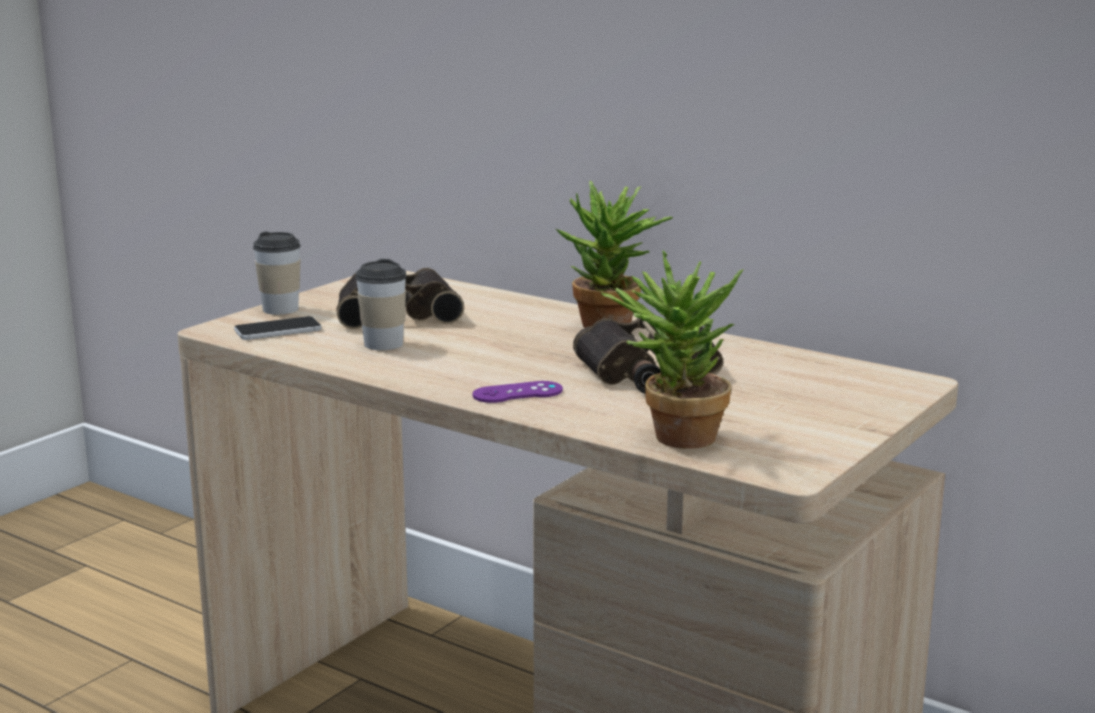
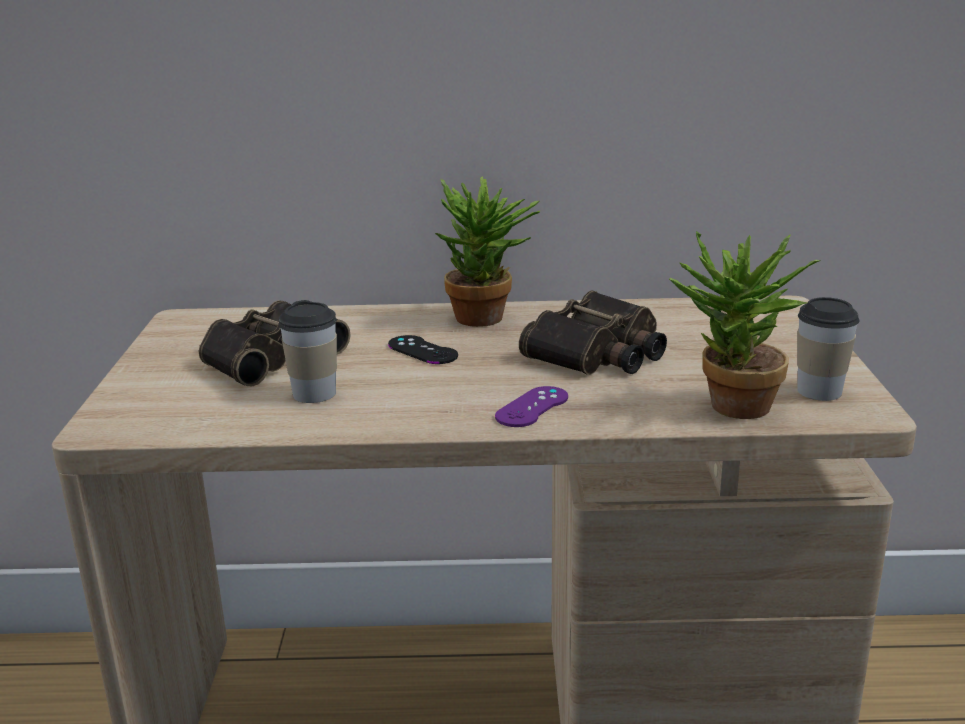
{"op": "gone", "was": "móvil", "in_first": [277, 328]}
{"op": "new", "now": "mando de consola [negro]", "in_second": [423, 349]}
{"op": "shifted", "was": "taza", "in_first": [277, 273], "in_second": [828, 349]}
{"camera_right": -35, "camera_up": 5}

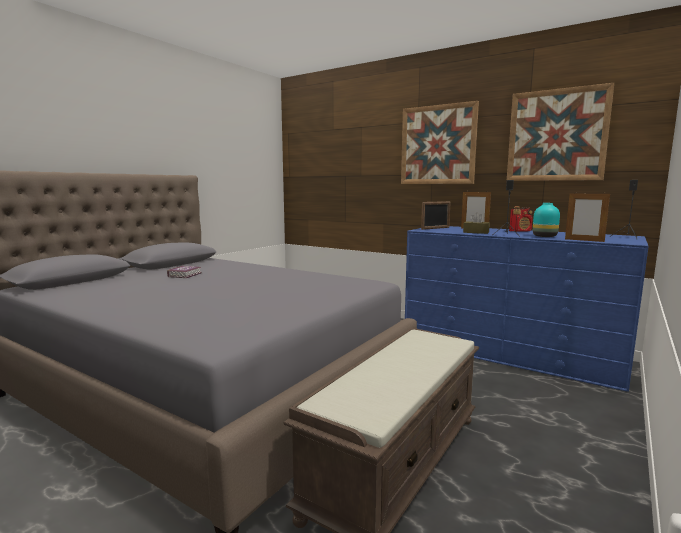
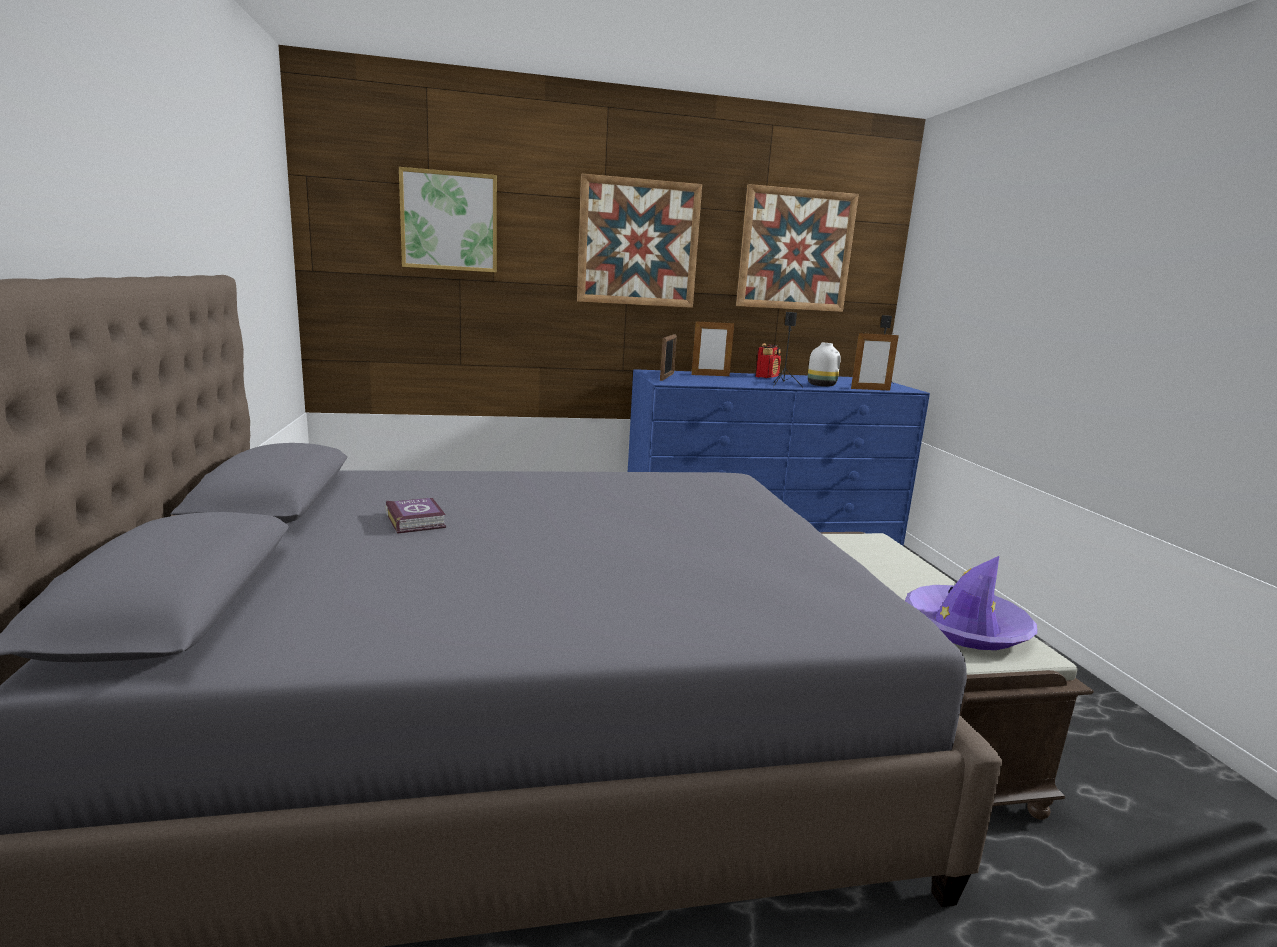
{"op": "gone", "was": "caja de pañuelos [marrón]", "in_first": [476, 223]}
{"op": "new", "now": "cuadro", "in_second": [448, 219]}
{"op": "new", "now": "sombrero [morado]", "in_second": [971, 603]}
{"op": "repainted", "was": "florero [turquesa]", "now": "florero [blanco]", "in_first": [546, 220], "in_second": [824, 365]}
{"camera_right": -45, "camera_up": 5}

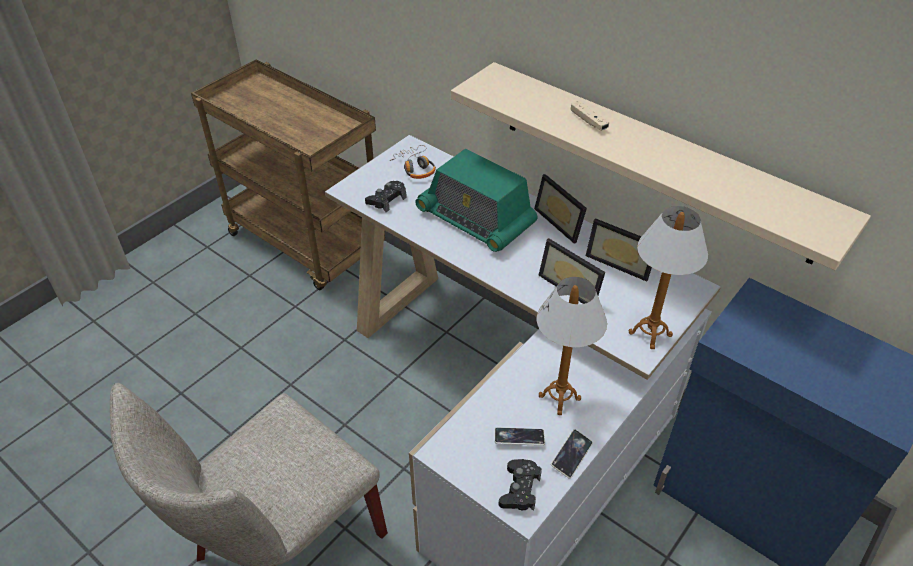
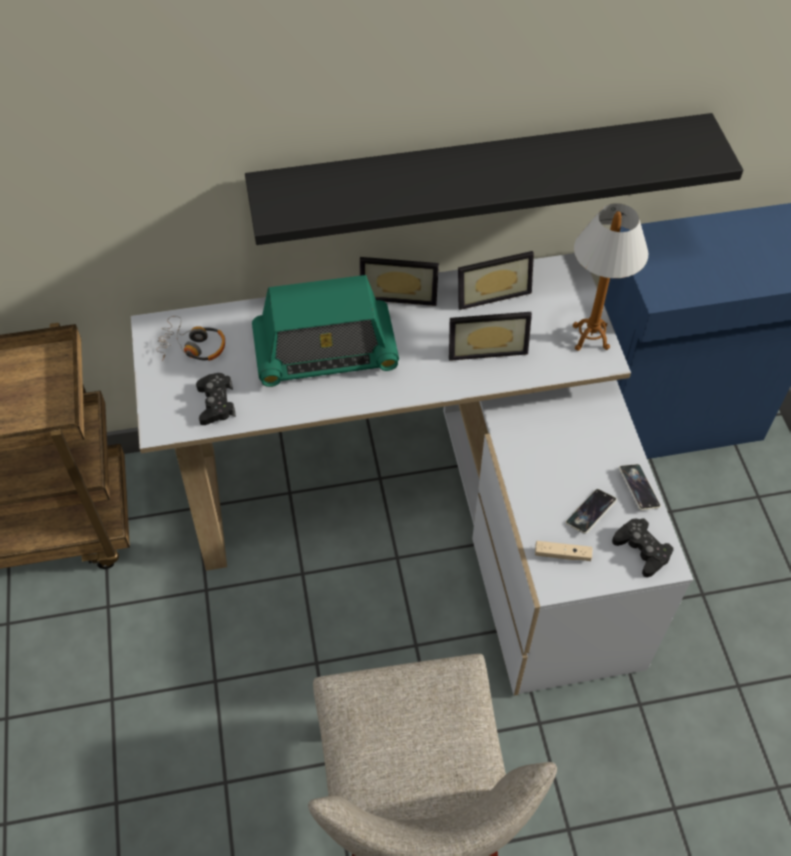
{"op": "gone", "was": "lámpara de mesa", "in_first": [572, 346]}
{"op": "shifted", "was": "mando de consola [beis]", "in_first": [590, 116], "in_second": [563, 551]}
{"op": "repainted", "was": "estante [beis]", "now": "estante [negro]", "in_first": [661, 166], "in_second": [494, 179]}
{"camera_right": -50, "camera_up": 10}

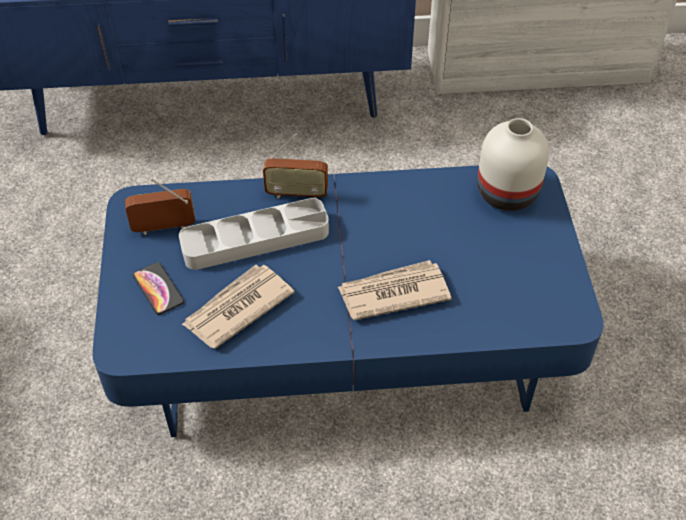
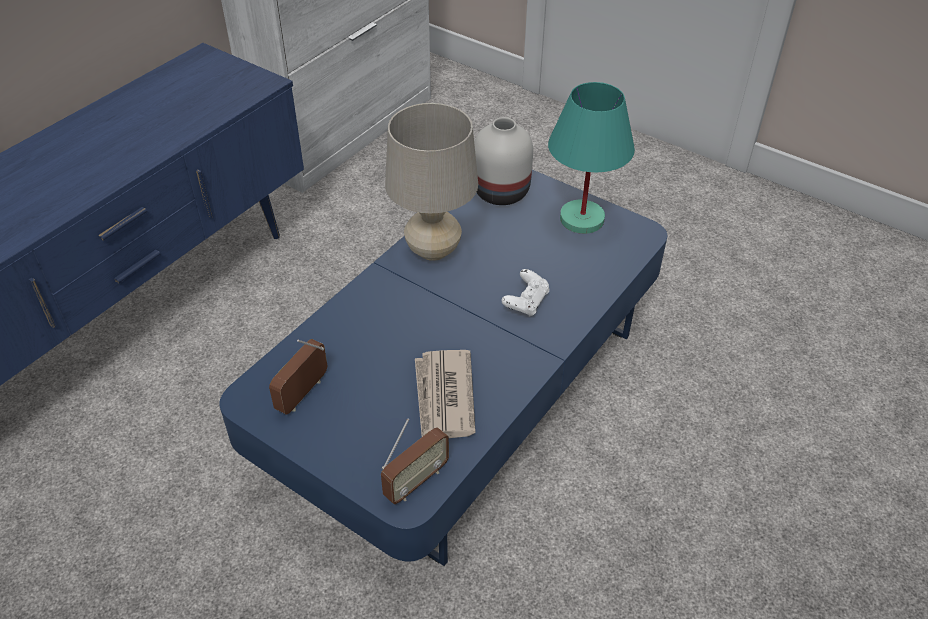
{"op": "gone", "was": "móvil", "in_first": [158, 288]}
{"op": "gone", "was": "bandeja [gris]", "in_first": [254, 234]}
{"op": "new", "now": "lámpara de mesa [beis]", "in_second": [431, 182]}
{"op": "new", "now": "lámpara de mesa [turquesa]", "in_second": [591, 158]}
{"op": "shifted", "was": "radio", "in_first": [295, 166], "in_second": [415, 461]}
{"op": "swapped", "was": "periódico", "now": "mando de consola [blanco]", "in_first": [395, 290], "in_second": [525, 293]}
{"camera_right": -50, "camera_up": -5}

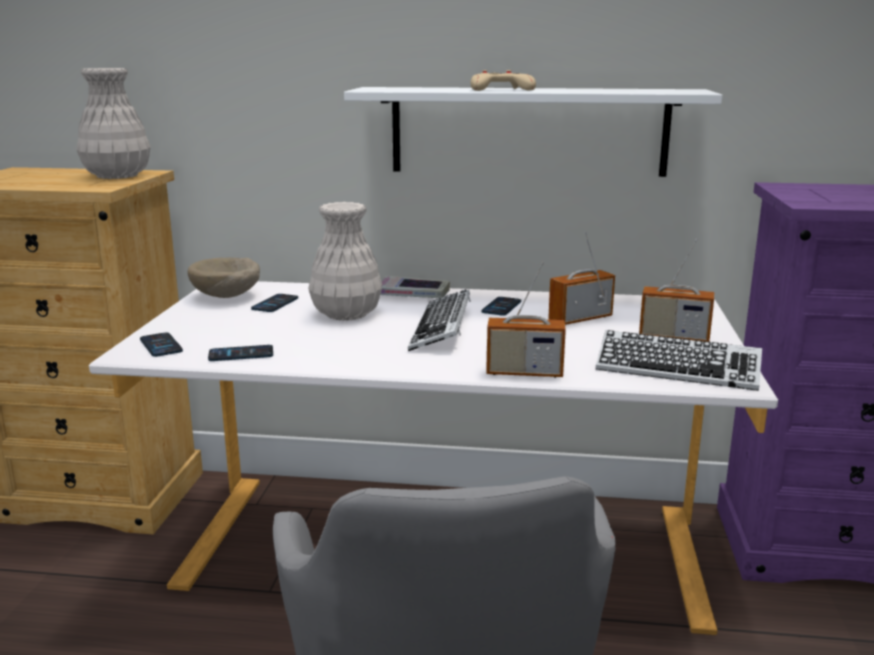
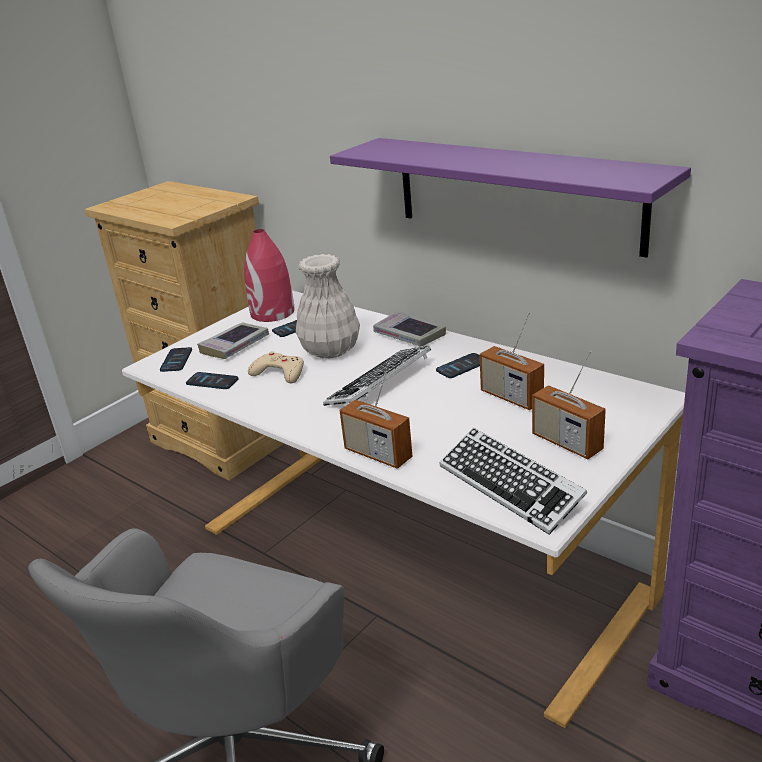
{"op": "gone", "was": "florero [blanco]", "in_first": [114, 123]}
{"op": "new", "now": "libro", "in_second": [233, 340]}
{"op": "shifted", "was": "mando de consola [beis]", "in_first": [503, 80], "in_second": [276, 367]}
{"op": "swapped", "was": "cuenco [beis]", "now": "florero [rojo]", "in_first": [224, 278], "in_second": [269, 275]}
{"op": "repainted", "was": "estante [blanco]", "now": "estante [morado]", "in_first": [533, 132], "in_second": [510, 198]}
{"op": "rotated", "was": "radio", "in_first": [581, 278], "in_second": [512, 361], "clockwise": -135}
{"camera_right": 35, "camera_up": 10}

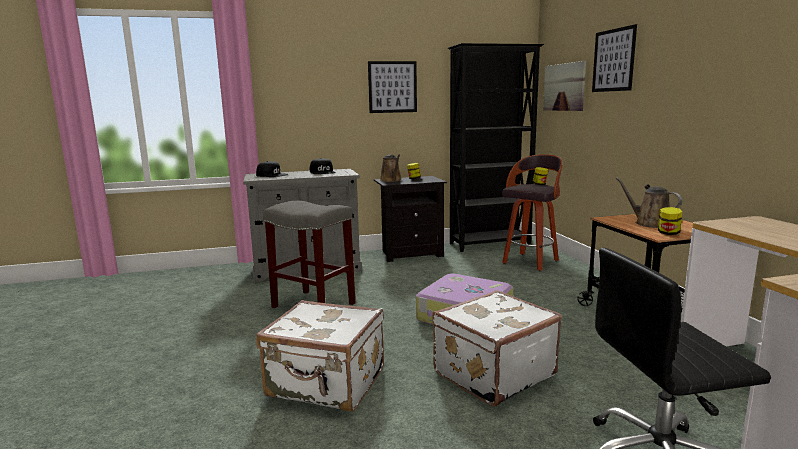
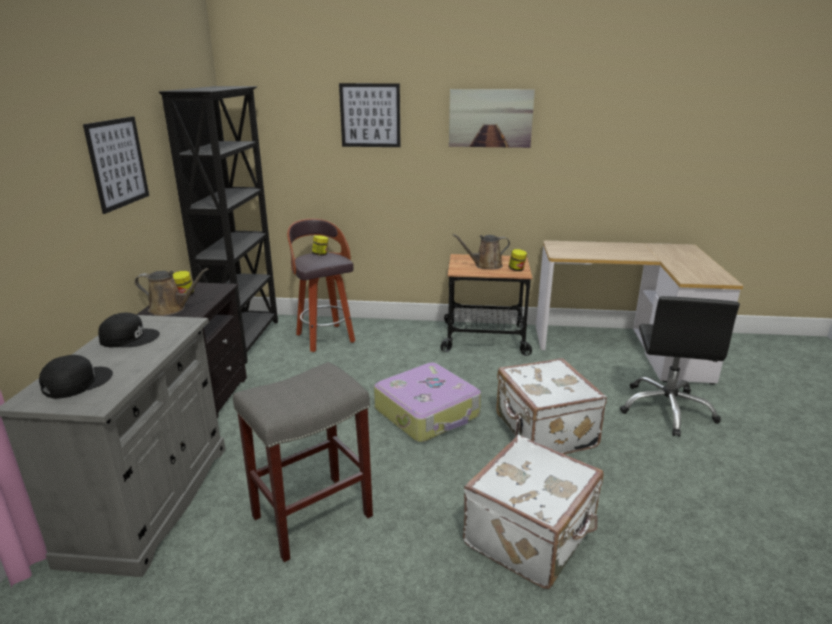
{"op": "shifted", "was": "cuadro", "in_first": [564, 86], "in_second": [492, 118]}
{"camera_right": -70, "camera_up": 10}

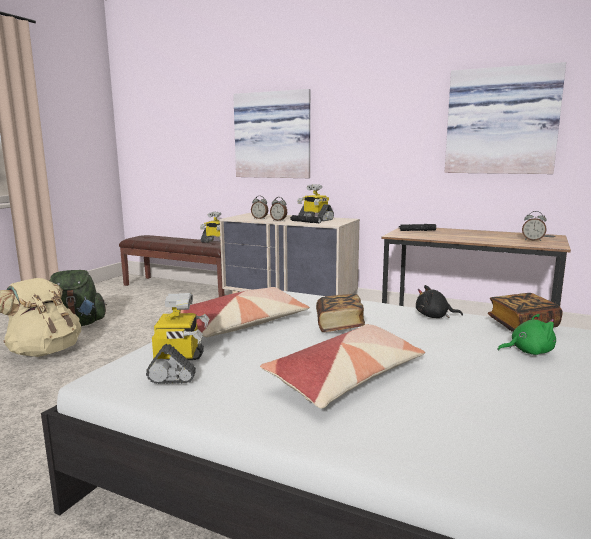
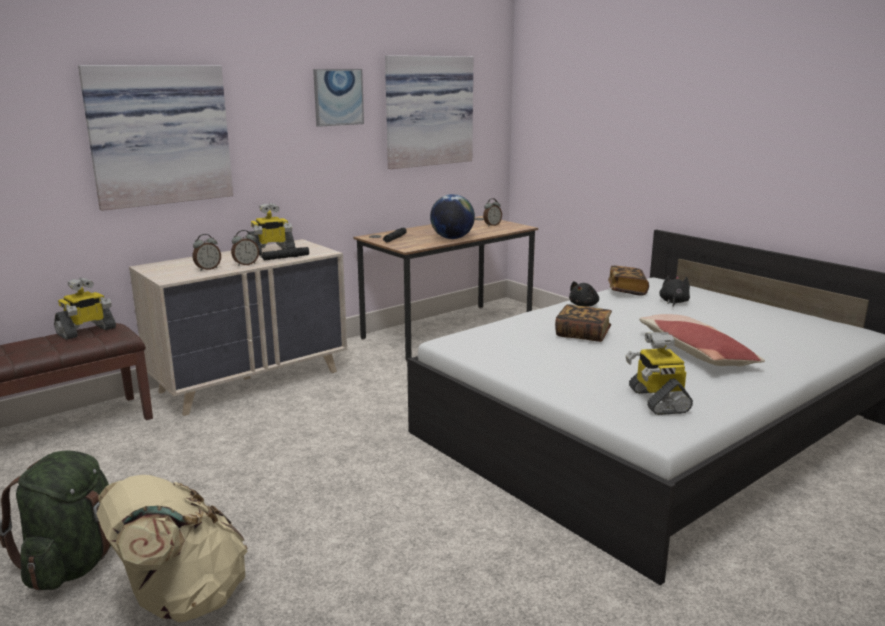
{"op": "gone", "was": "cojín", "in_first": [245, 312]}
{"op": "new", "now": "cuadro", "in_second": [338, 98]}
{"op": "new", "now": "globo terráqueo", "in_second": [452, 216]}
{"op": "repainted", "was": "peluche [verde]", "now": "peluche [negro]", "in_first": [527, 334], "in_second": [674, 291]}
{"op": "rotated", "was": "robot de juguete", "in_first": [178, 338], "in_second": [659, 373], "clockwise": -120}
{"camera_right": -65, "camera_up": 5}

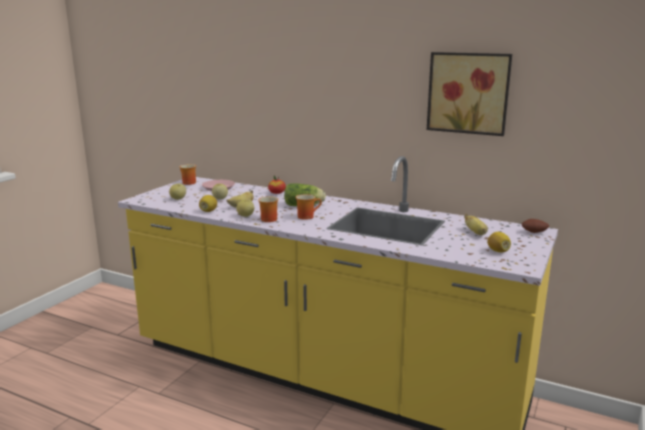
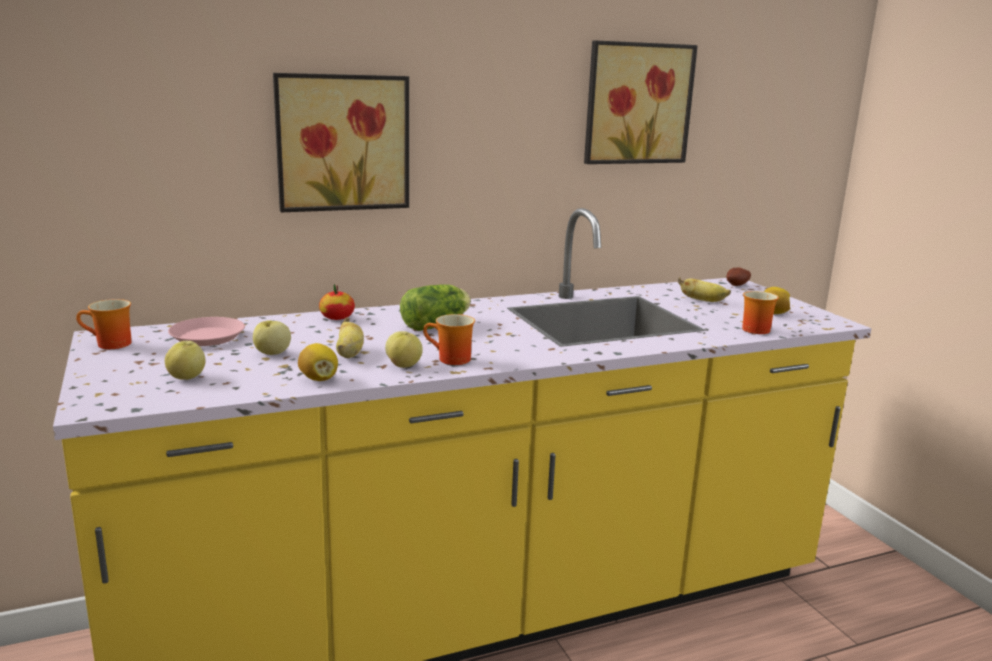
{"op": "new", "now": "cuadro", "in_second": [341, 142]}
{"op": "shifted", "was": "taza grande", "in_first": [309, 207], "in_second": [760, 312]}
{"camera_right": -50, "camera_up": 0}

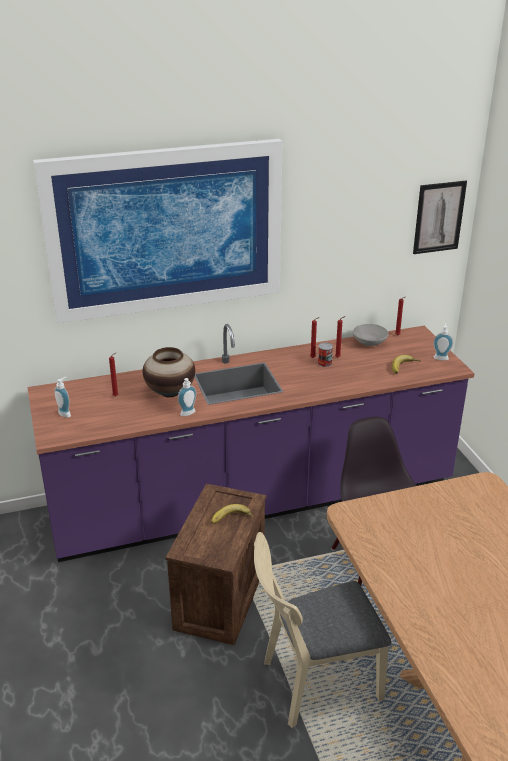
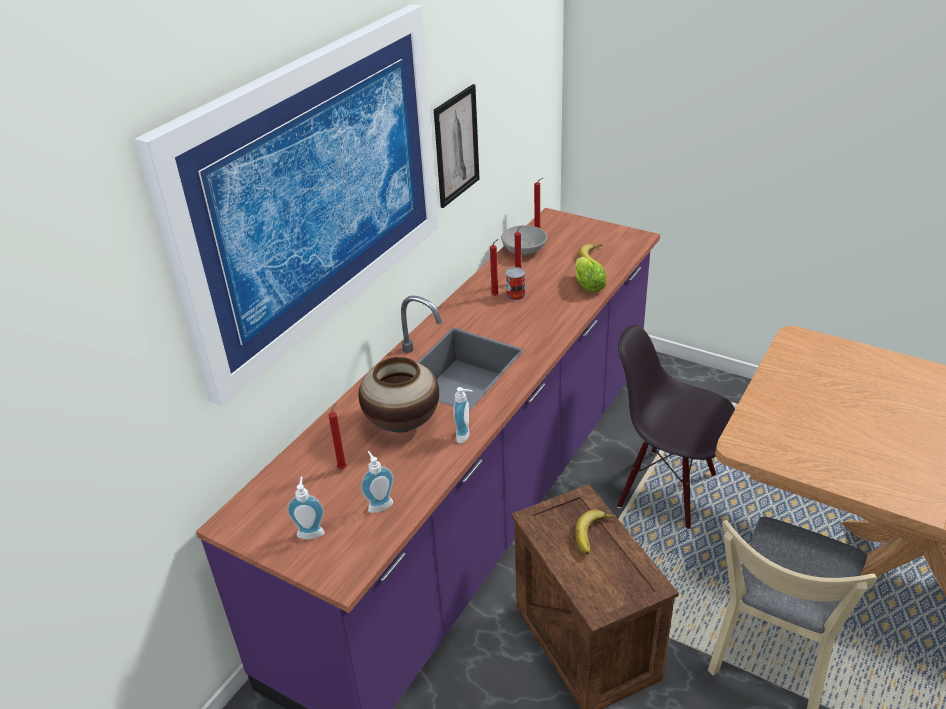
{"op": "new", "now": "lechuga", "in_second": [591, 274]}
{"op": "shifted", "was": "cuadro", "in_first": [440, 217], "in_second": [456, 146]}
{"op": "shifted", "was": "dispensador de jabón", "in_first": [443, 341], "in_second": [377, 482]}
{"camera_right": -40, "camera_up": 5}

